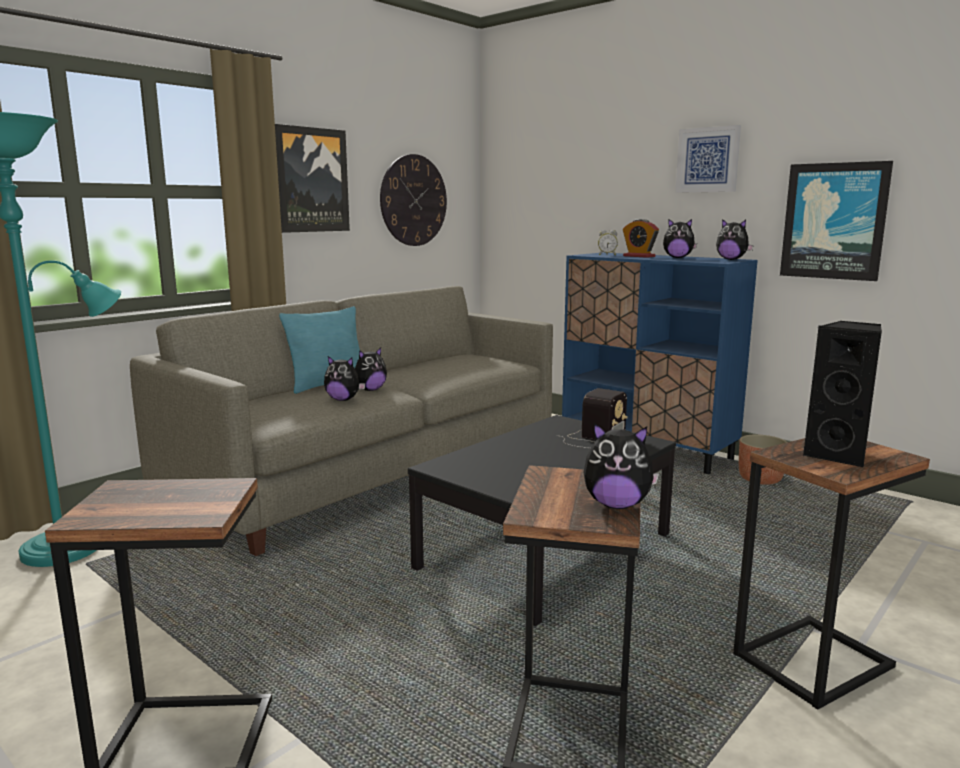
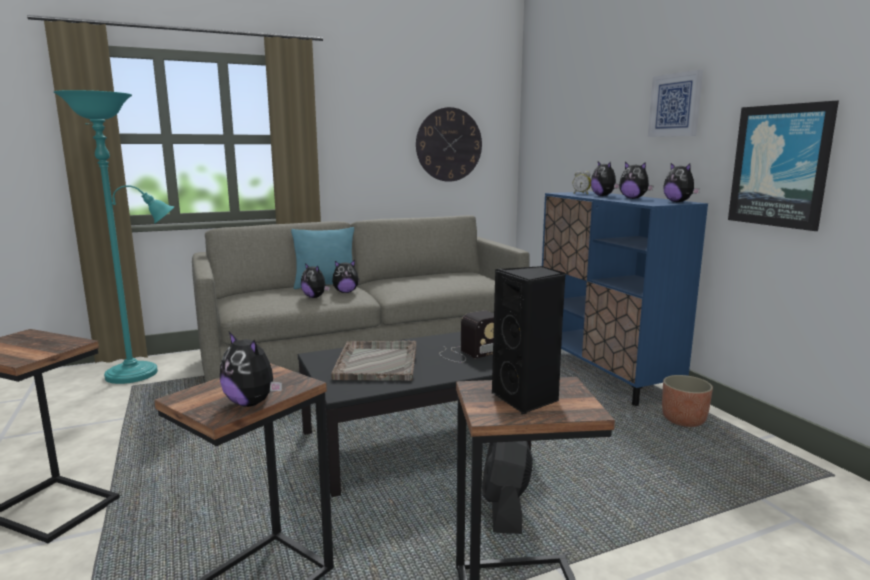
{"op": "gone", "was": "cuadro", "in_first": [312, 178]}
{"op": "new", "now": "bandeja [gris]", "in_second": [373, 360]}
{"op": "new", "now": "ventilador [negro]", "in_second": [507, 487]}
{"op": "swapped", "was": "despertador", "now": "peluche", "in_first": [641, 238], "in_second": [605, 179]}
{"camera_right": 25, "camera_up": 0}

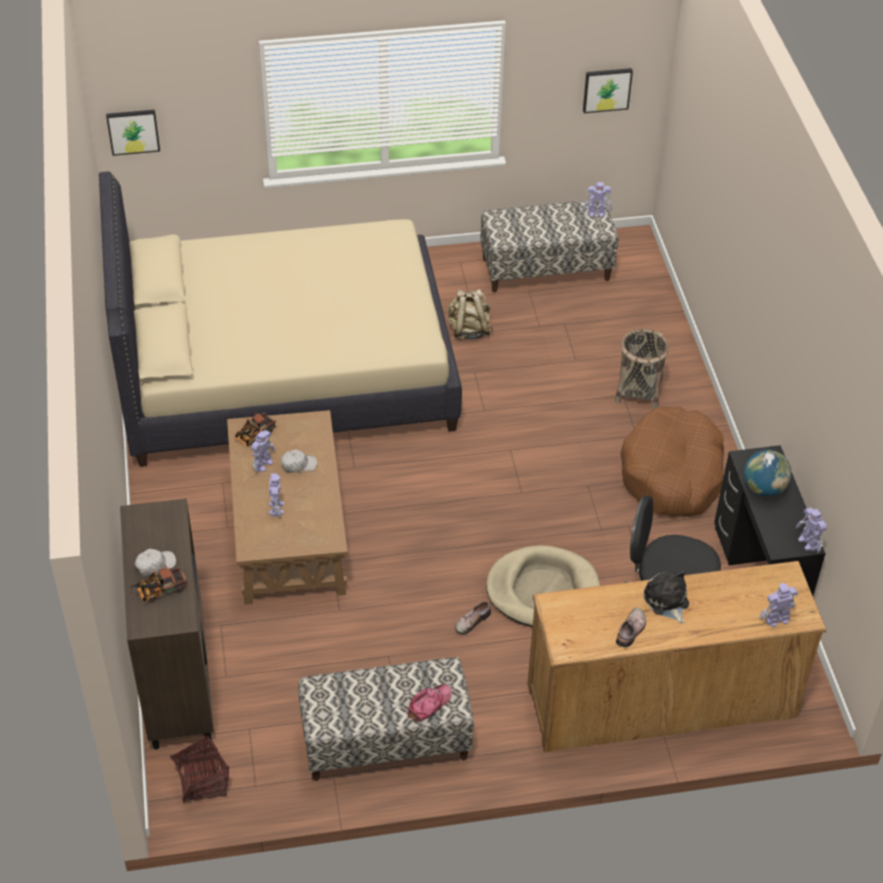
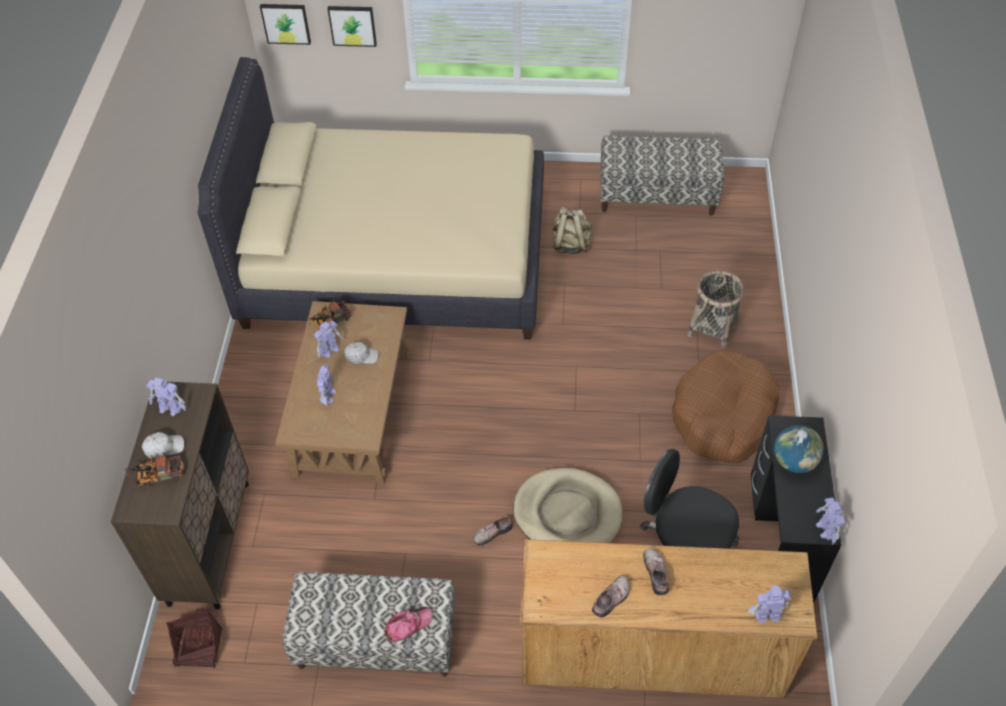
{"op": "shifted", "was": "cuadro", "in_first": [608, 90], "in_second": [352, 26]}
{"op": "shifted", "was": "robot de juguete", "in_first": [597, 200], "in_second": [166, 396]}
{"op": "swapped", "was": "peluche", "now": "zapato", "in_first": [666, 597], "in_second": [656, 571]}
{"camera_right": 15, "camera_up": 5}

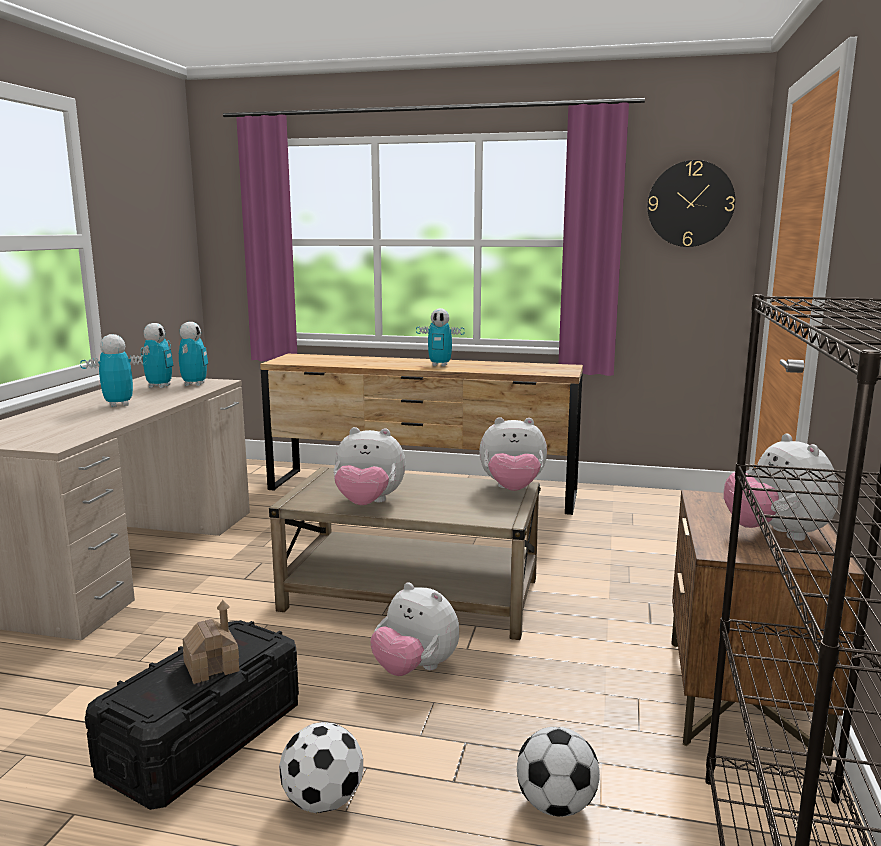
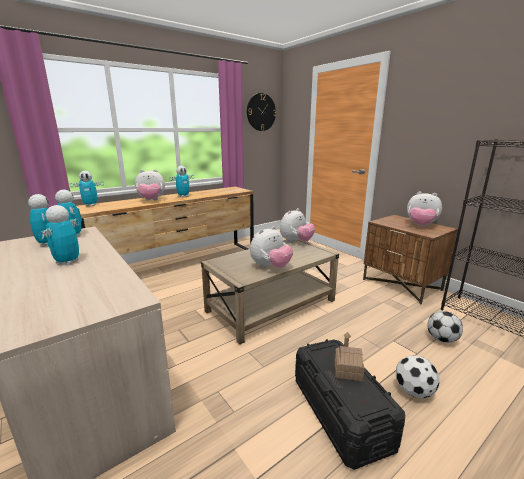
{"op": "new", "now": "robot de juguete", "in_second": [87, 189]}
{"op": "shifted", "was": "peluche", "in_first": [415, 629], "in_second": [150, 185]}
{"camera_right": -50, "camera_up": 5}

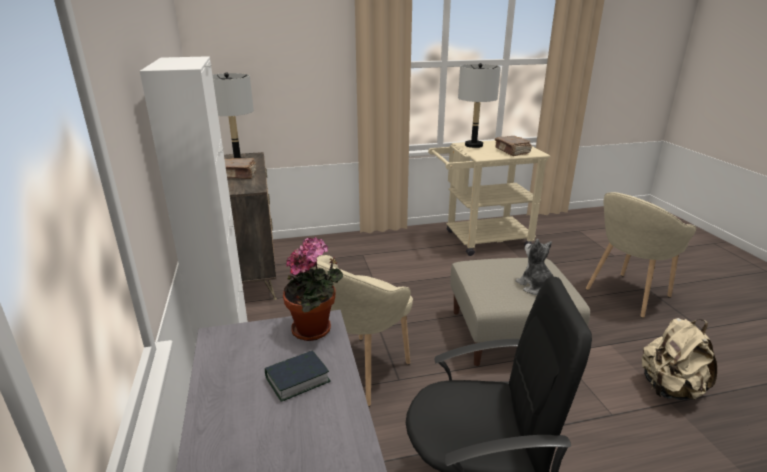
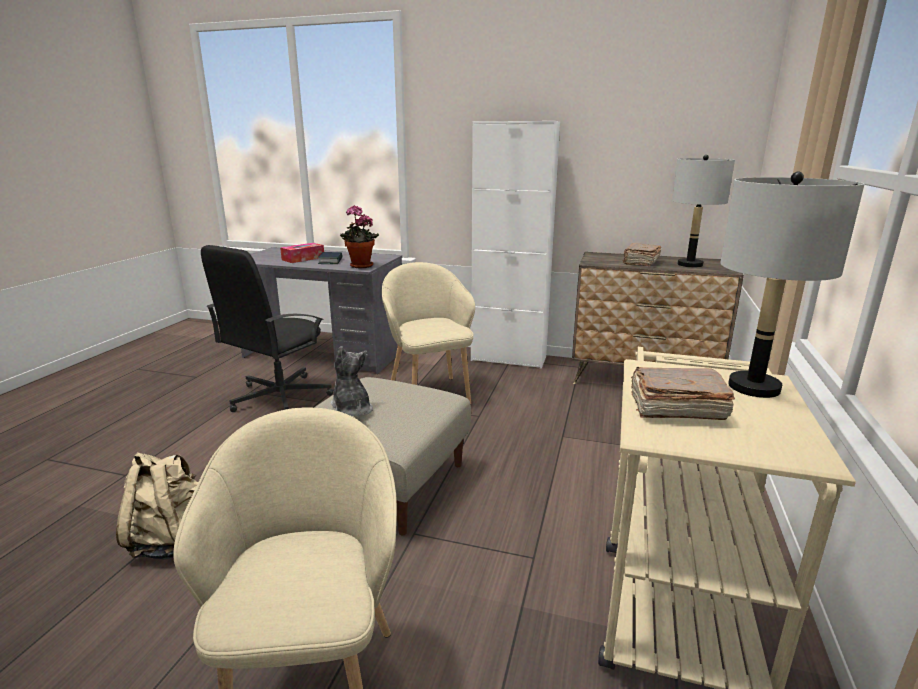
{"op": "new", "now": "caja de pañuelos", "in_second": [302, 253]}
{"op": "rotated", "was": "peluche", "in_first": [535, 267], "in_second": [352, 381], "clockwise": -120}
{"camera_right": 120, "camera_up": -5}

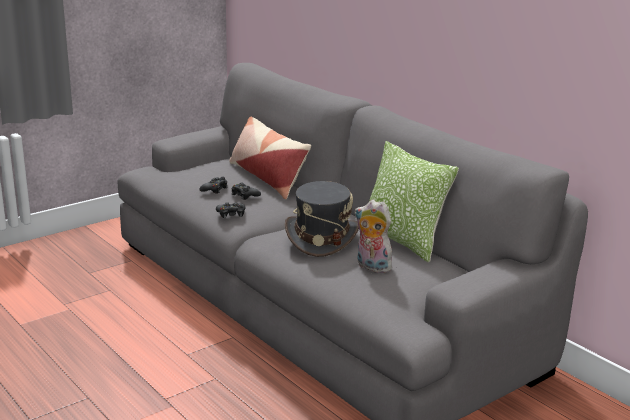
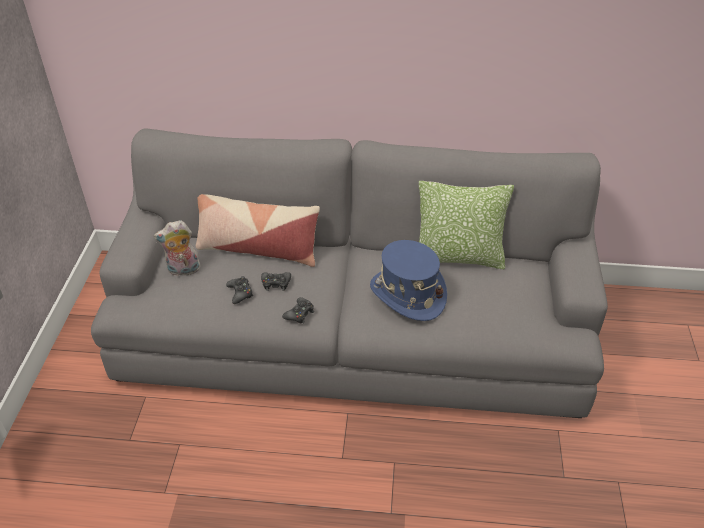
{"op": "shifted", "was": "peluche", "in_first": [373, 236], "in_second": [177, 248]}
{"op": "repainted", "was": "sombrero [gris]", "now": "sombrero [azul]", "in_first": [322, 219], "in_second": [408, 280]}
{"camera_right": -45, "camera_up": 20}

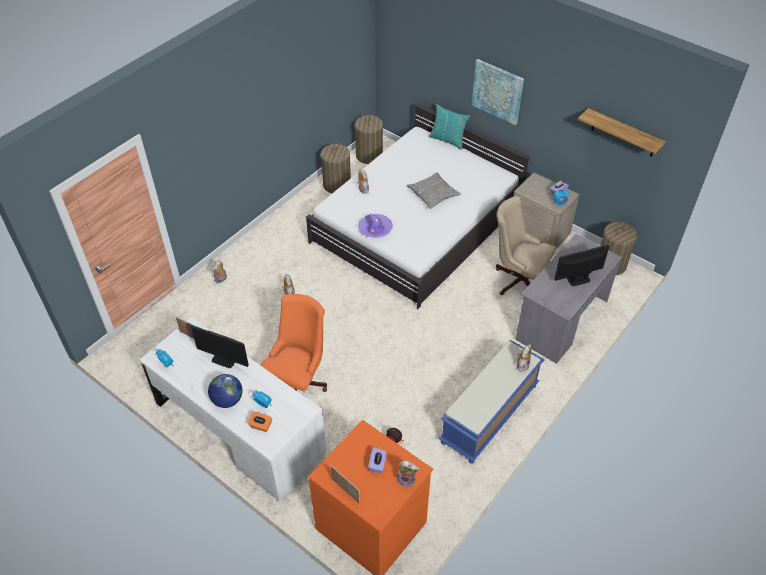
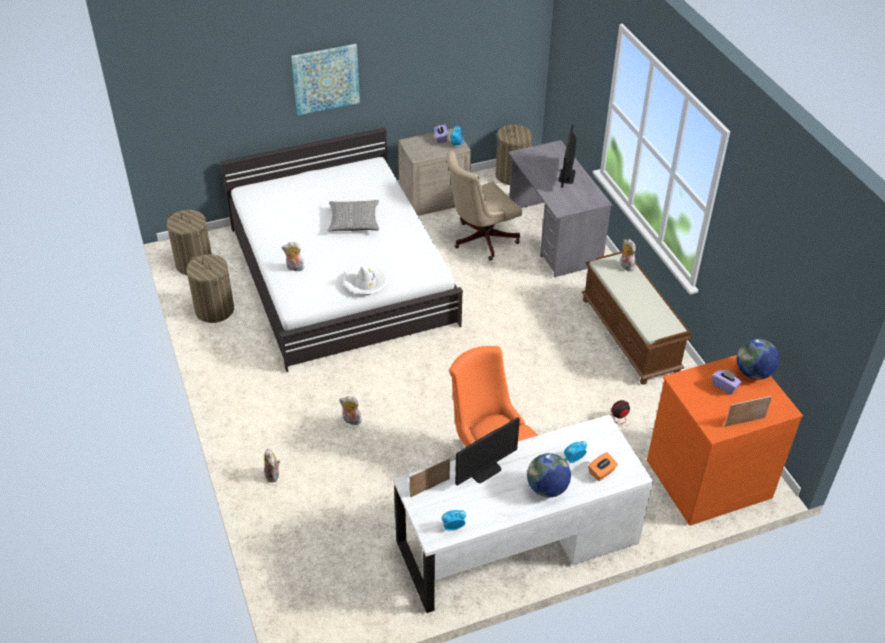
{"op": "gone", "was": "cojín [turquesa]", "in_first": [449, 127]}
{"op": "gone", "was": "estante", "in_first": [622, 132]}
{"op": "swapped", "was": "peluche", "now": "globo terráqueo", "in_first": [408, 473], "in_second": [758, 359]}
{"op": "repainted", "was": "sombrero [morado]", "now": "sombrero [blanco]", "in_first": [375, 226], "in_second": [366, 280]}
{"op": "repainted", "was": "banco [azul]", "now": "banco [marrón]", "in_first": [491, 402], "in_second": [636, 318]}
{"camera_right": -60, "camera_up": -5}

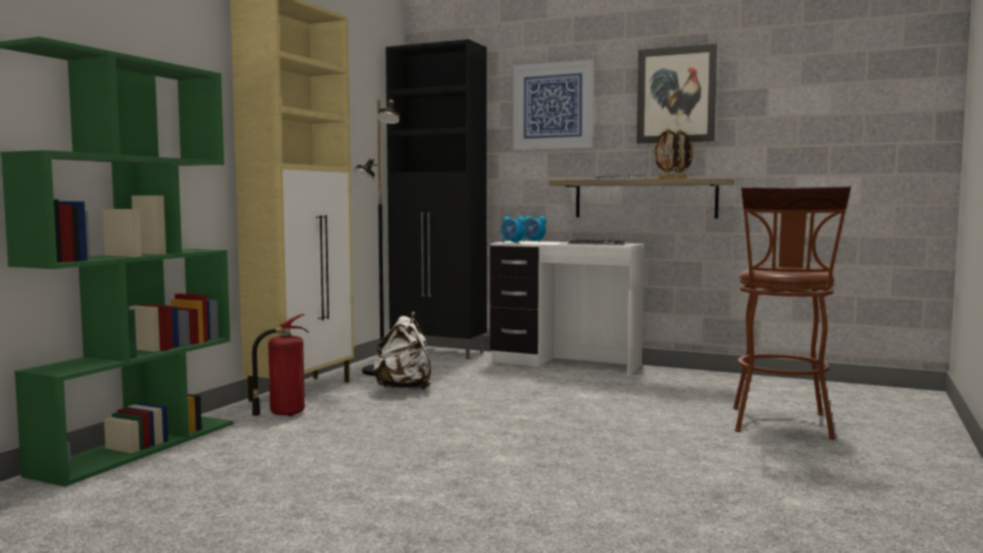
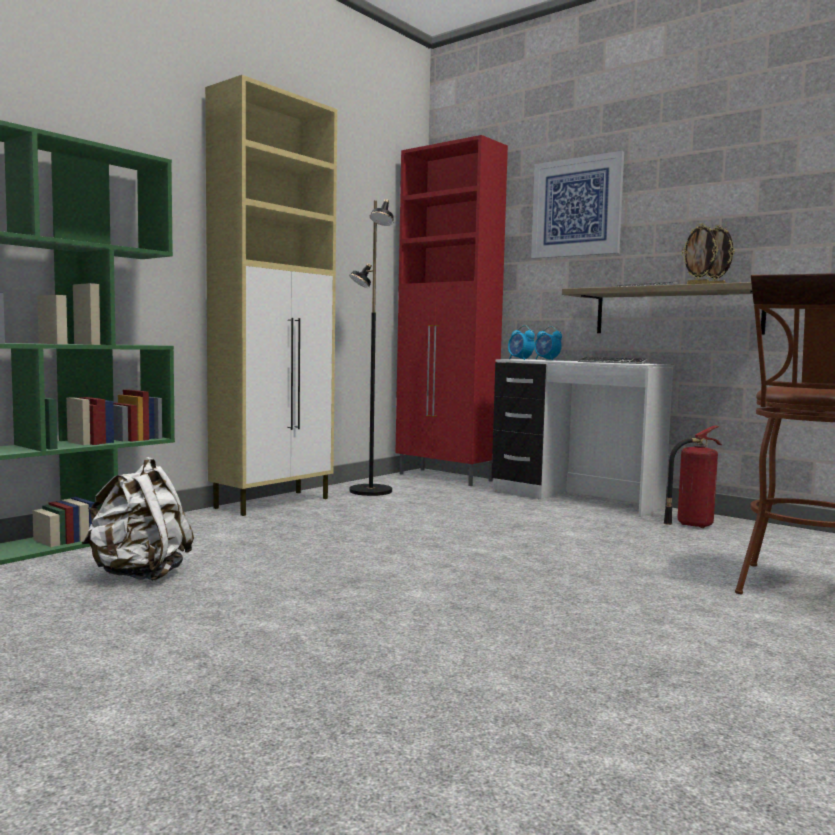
{"op": "gone", "was": "cuadro", "in_first": [677, 94]}
{"op": "shifted", "was": "extintor", "in_first": [280, 365], "in_second": [693, 476]}
{"op": "shifted", "was": "mochila [blanco]", "in_first": [402, 351], "in_second": [138, 519]}
{"op": "repainted", "was": "armario [negro]", "now": "armario [rojo]", "in_first": [436, 199], "in_second": [451, 310]}
{"camera_right": 15, "camera_up": 0}

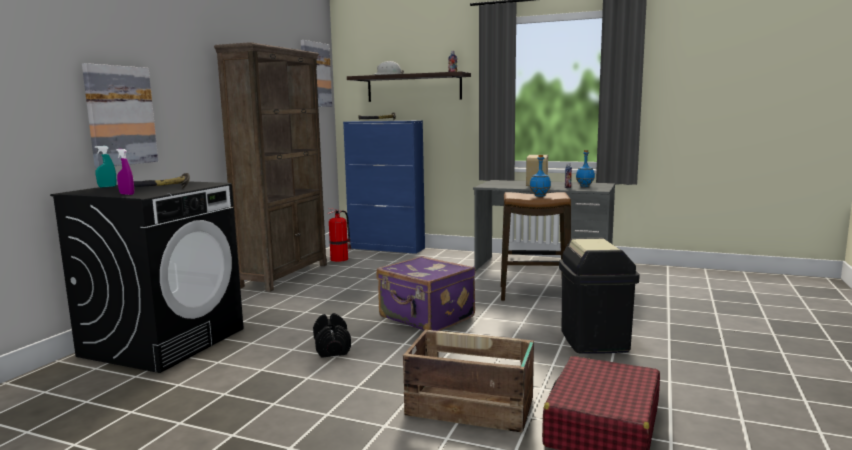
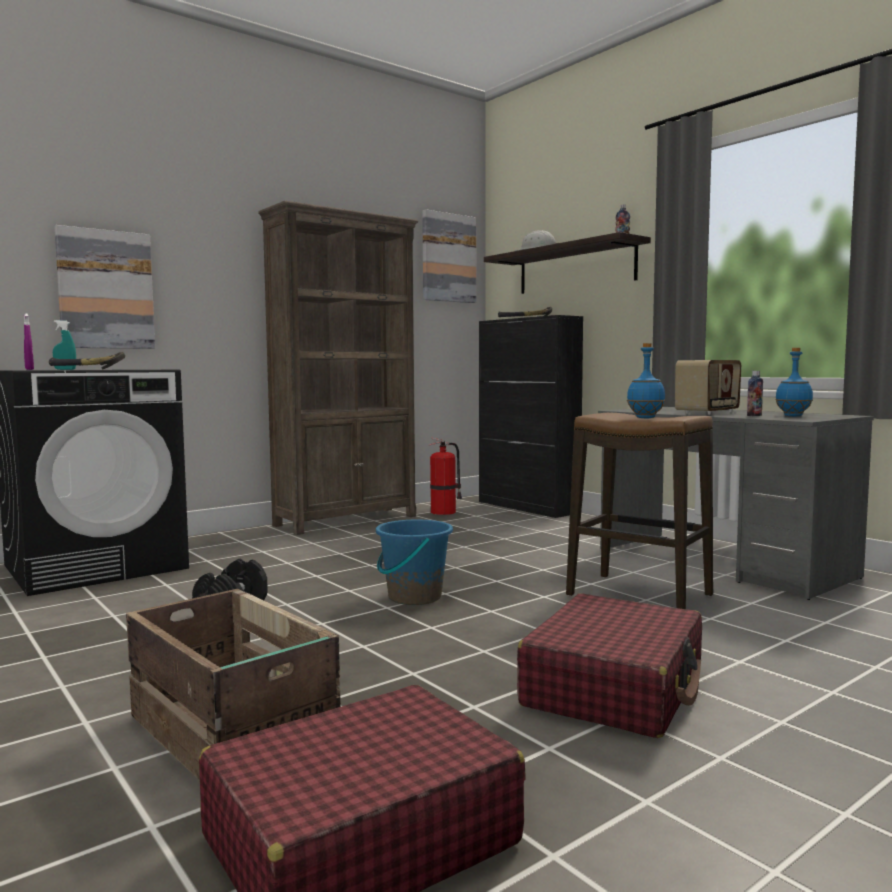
{"op": "swapped", "was": "maleta [morado]", "now": "cubo [azul]", "in_first": [425, 293], "in_second": [414, 562]}
{"op": "swapped", "was": "papelera [negro]", "now": "maleta [rojo]", "in_first": [599, 296], "in_second": [609, 665]}
{"op": "repainted", "was": "armario [azul]", "now": "armario [negro]", "in_first": [384, 187], "in_second": [531, 416]}
{"camera_right": 30, "camera_up": -5}

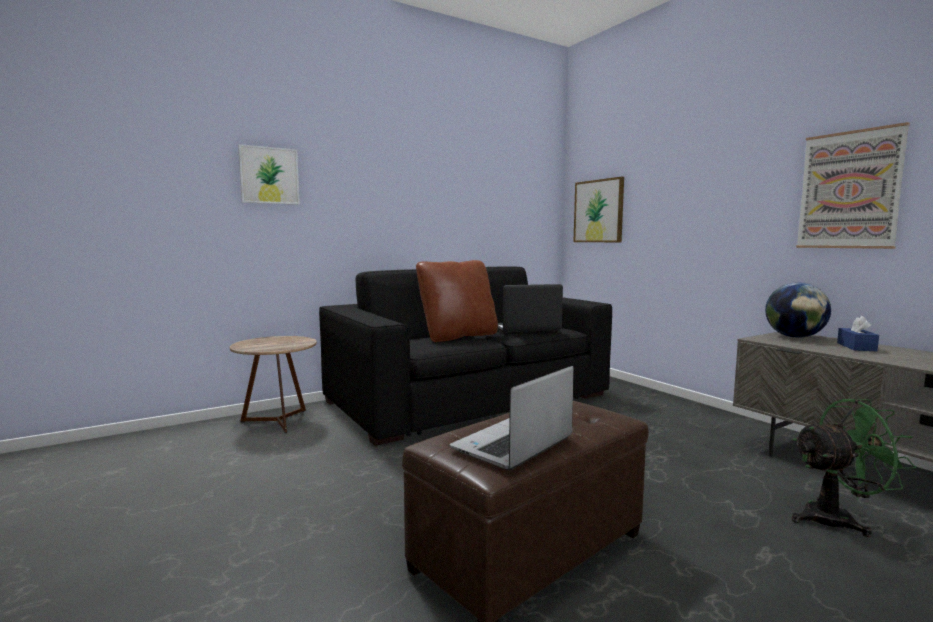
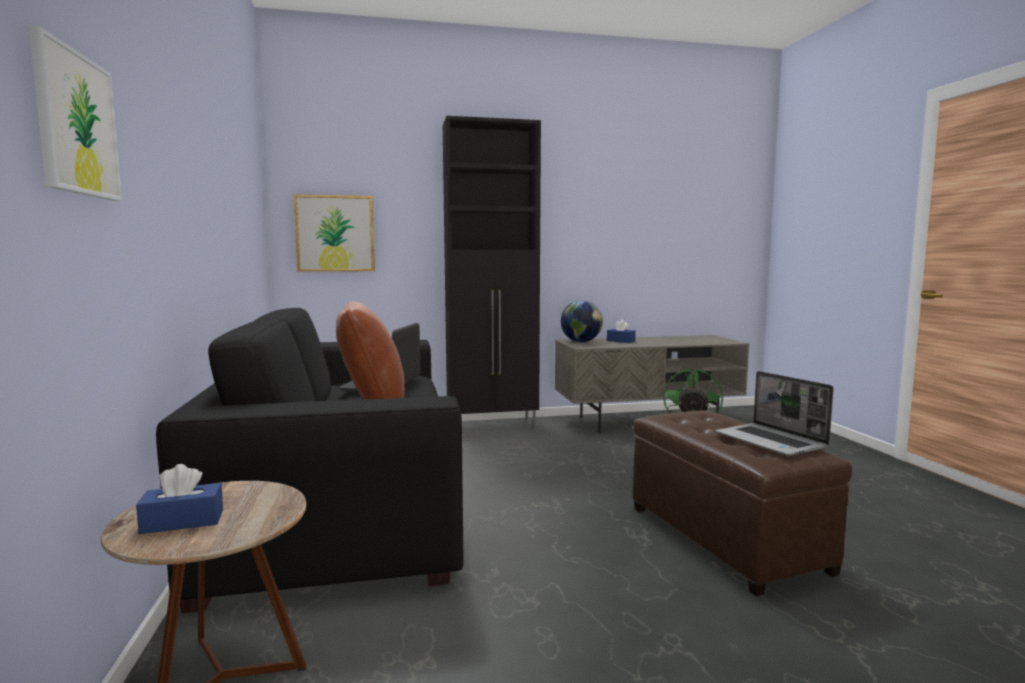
{"op": "gone", "was": "cuadro", "in_first": [853, 185]}
{"op": "new", "now": "caja de pañuelos [azul]", "in_second": [179, 499]}
{"op": "new", "now": "armario [negro]", "in_second": [492, 272]}
{"camera_right": -70, "camera_up": 0}

